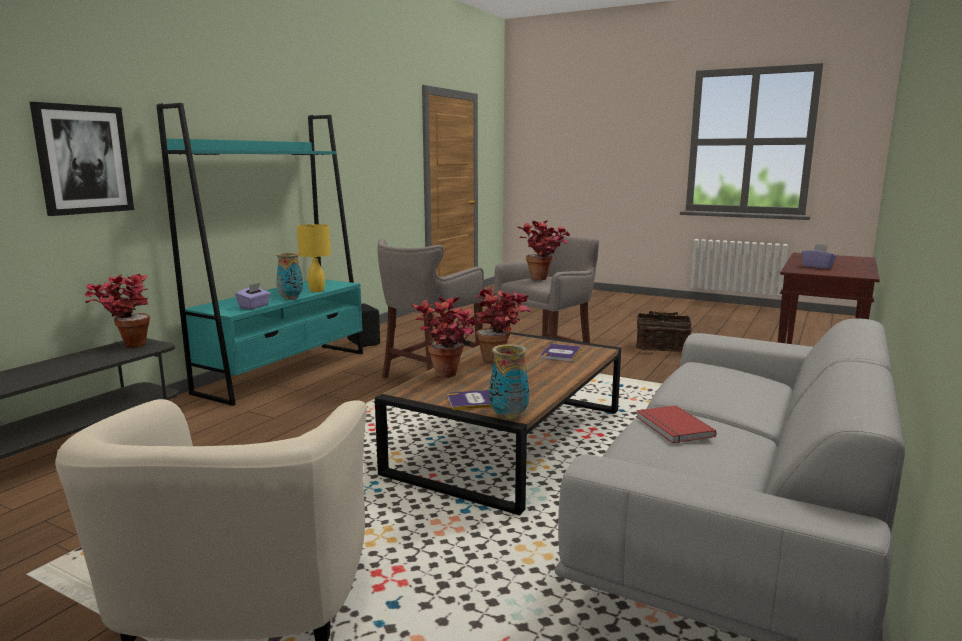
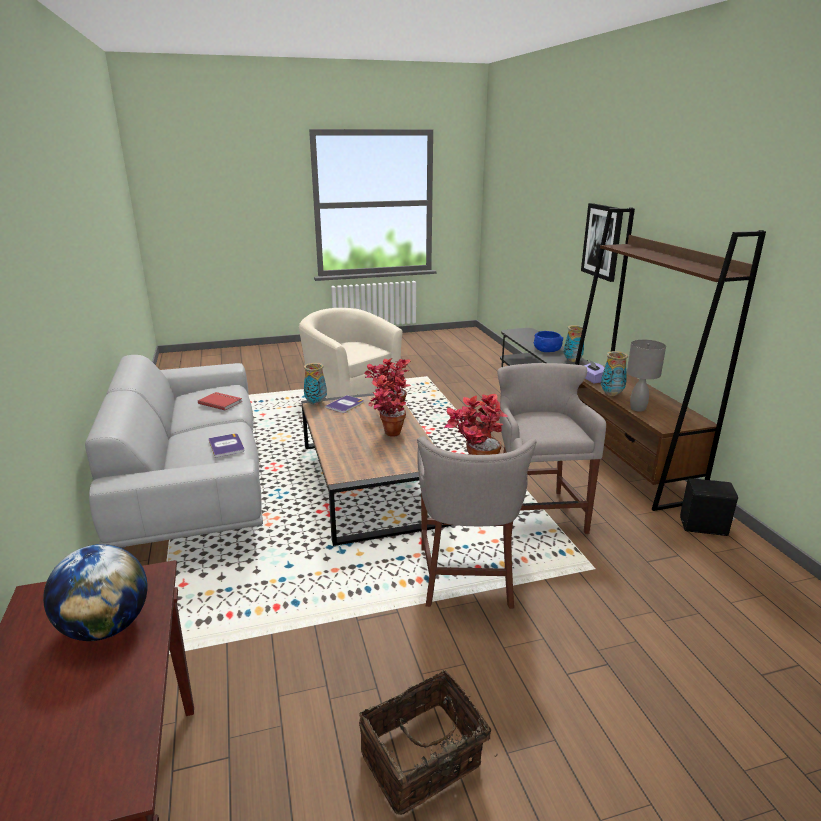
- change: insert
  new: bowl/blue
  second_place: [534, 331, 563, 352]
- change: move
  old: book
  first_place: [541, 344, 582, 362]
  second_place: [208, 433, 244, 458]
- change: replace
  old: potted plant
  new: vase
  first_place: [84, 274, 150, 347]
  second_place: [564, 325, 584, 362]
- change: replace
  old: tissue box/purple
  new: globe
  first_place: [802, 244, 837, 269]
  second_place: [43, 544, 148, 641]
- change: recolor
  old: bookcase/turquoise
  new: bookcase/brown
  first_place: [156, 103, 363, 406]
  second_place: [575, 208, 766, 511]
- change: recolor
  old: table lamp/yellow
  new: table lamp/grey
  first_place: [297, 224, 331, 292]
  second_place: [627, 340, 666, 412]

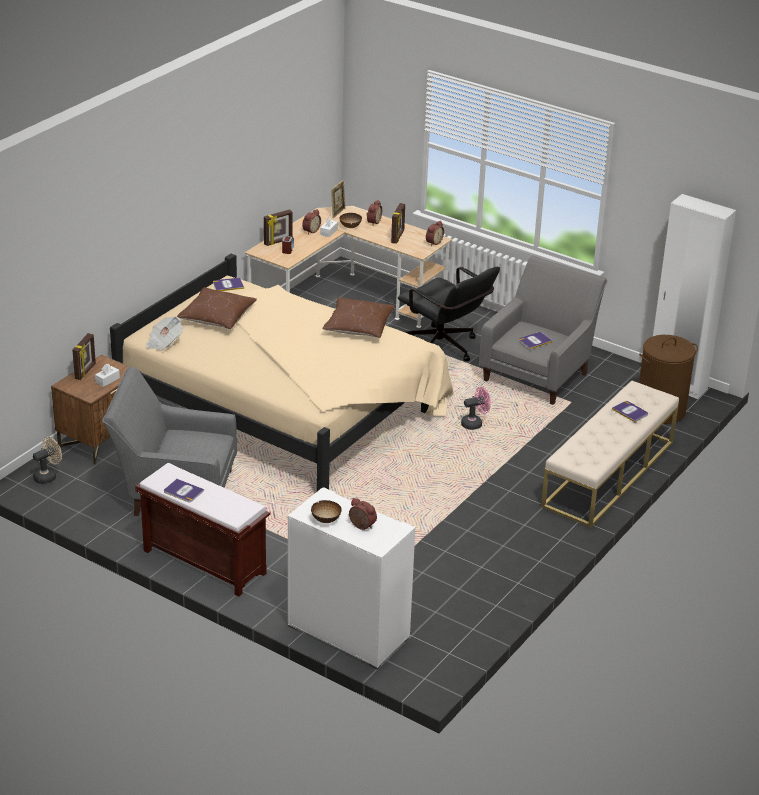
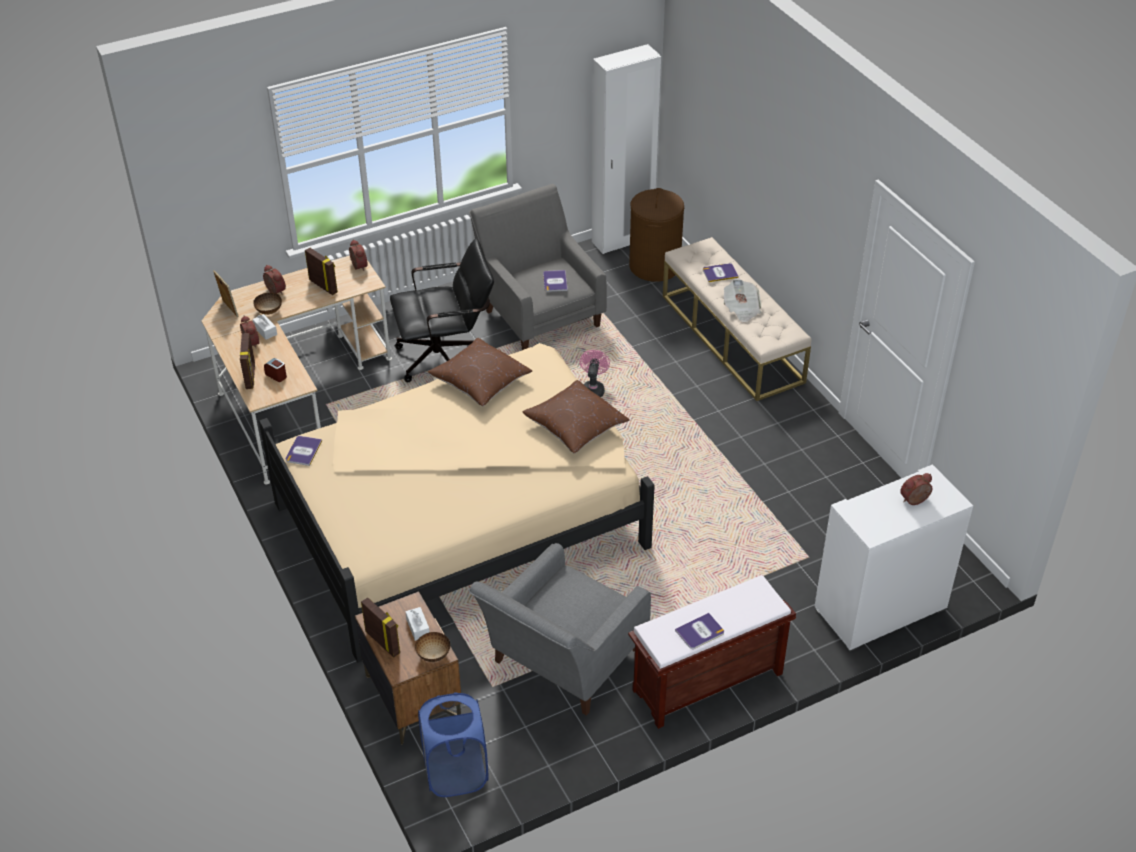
- change: move
  old: newspaper
  first_place: [145, 317, 183, 351]
  second_place: [723, 278, 761, 323]
- change: move
  old: pillow/brown
  first_place: [177, 287, 257, 329]
  second_place: [523, 380, 629, 453]
- change: move
  old: bowl
  first_place: [311, 500, 342, 523]
  second_place: [415, 632, 450, 662]
- change: replace
  old: fan/beige
  new: laundry basket/blue
  first_place: [33, 437, 62, 484]
  second_place: [418, 693, 488, 797]

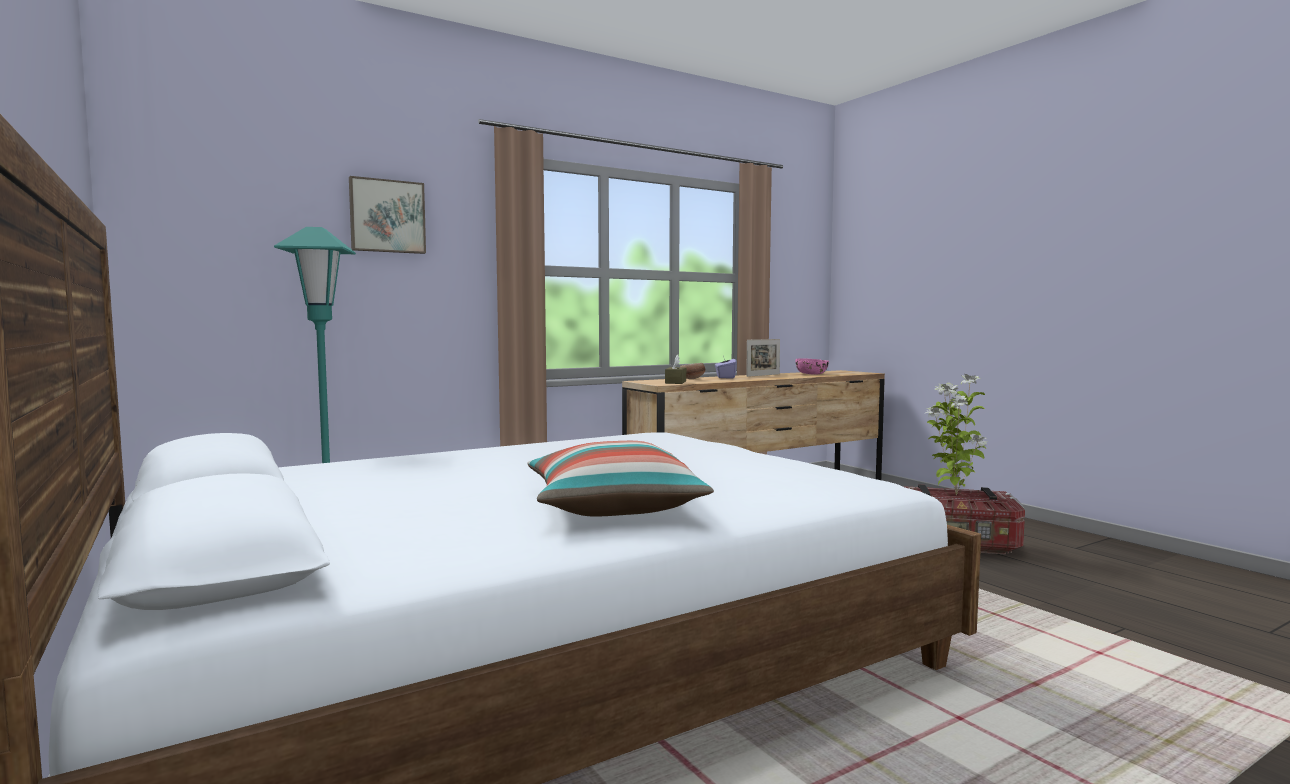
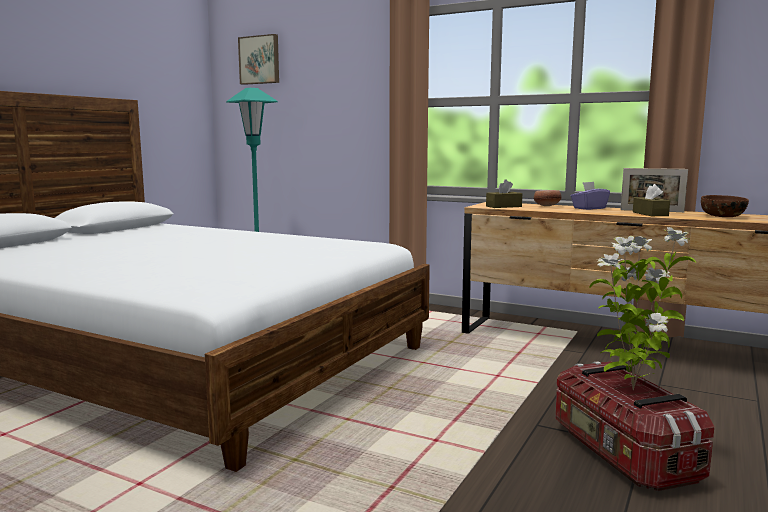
- change: delete
  old: pillow
  first_place: [528, 441, 714, 517]
- change: insert
  new: tissue box/brown
  second_place: [633, 184, 670, 216]
- change: move
  old: picture
  first_place: [349, 176, 426, 254]
  second_place: [238, 34, 279, 85]
- change: recolor
  old: bowl/pink
  new: bowl/brown
  first_place: [796, 358, 829, 375]
  second_place: [701, 195, 749, 217]

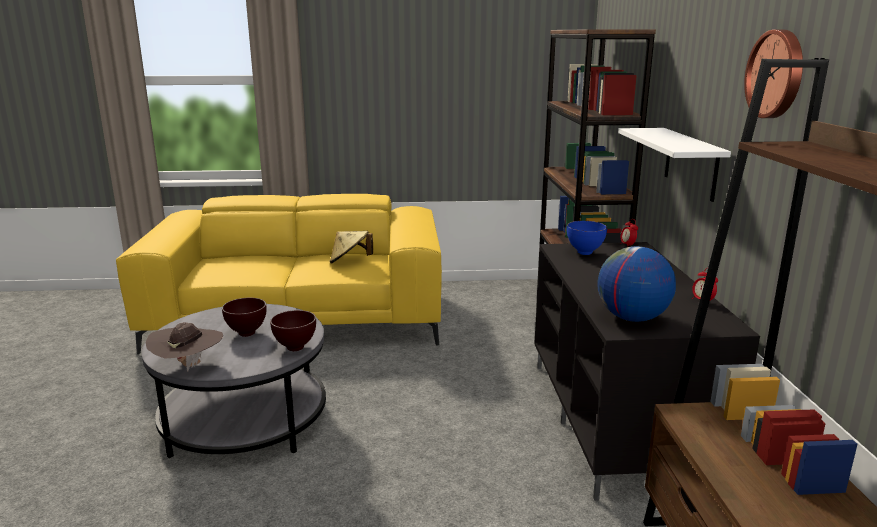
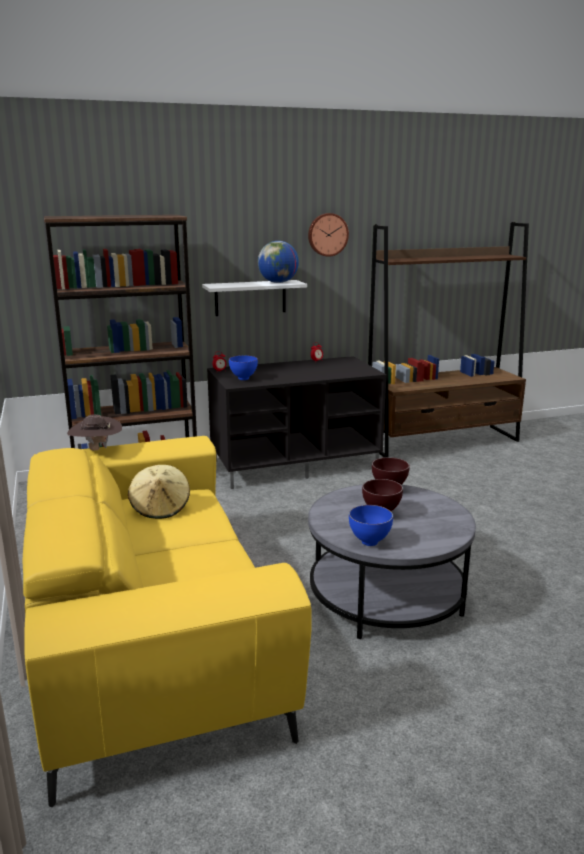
- change: insert
  new: bowl/blue
  second_place: [349, 505, 393, 546]
- change: move
  old: hat/brown
  first_place: [146, 322, 223, 372]
  second_place: [67, 414, 122, 450]
- change: move
  old: globe
  first_place: [597, 246, 676, 322]
  second_place: [258, 241, 299, 283]

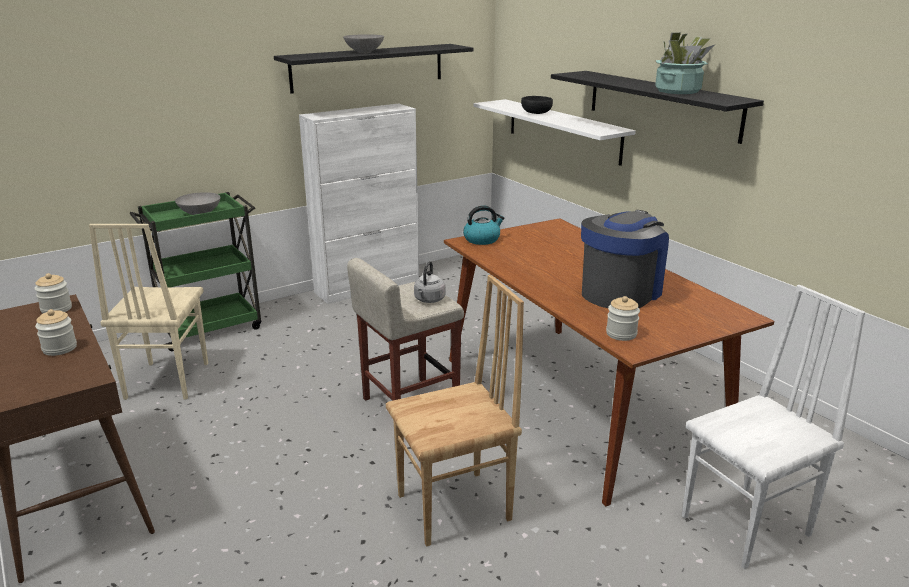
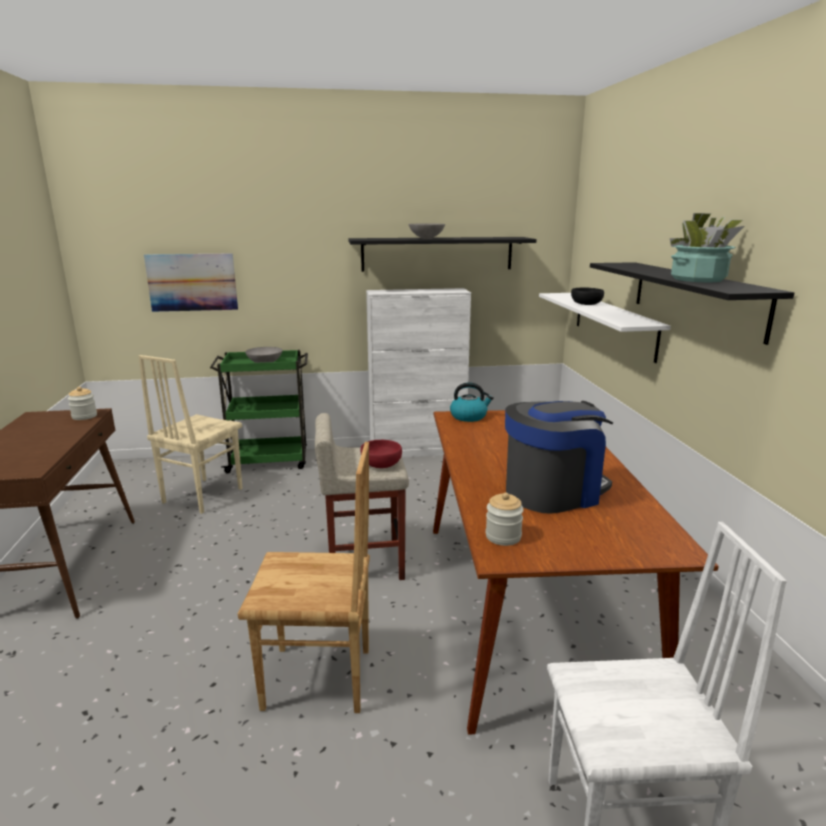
- change: delete
  old: jar
  first_place: [35, 309, 77, 356]
- change: insert
  new: picture
  second_place: [144, 253, 238, 312]
- change: replace
  old: kettle/grey
  new: bowl/red
  first_place: [414, 261, 446, 303]
  second_place: [361, 440, 402, 468]

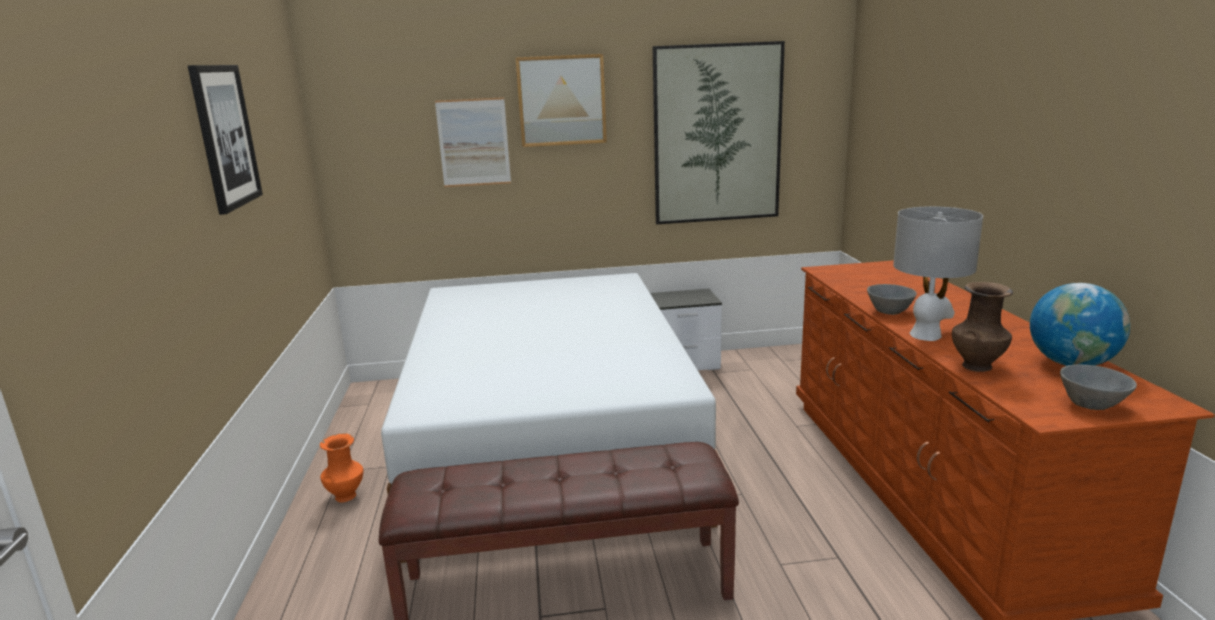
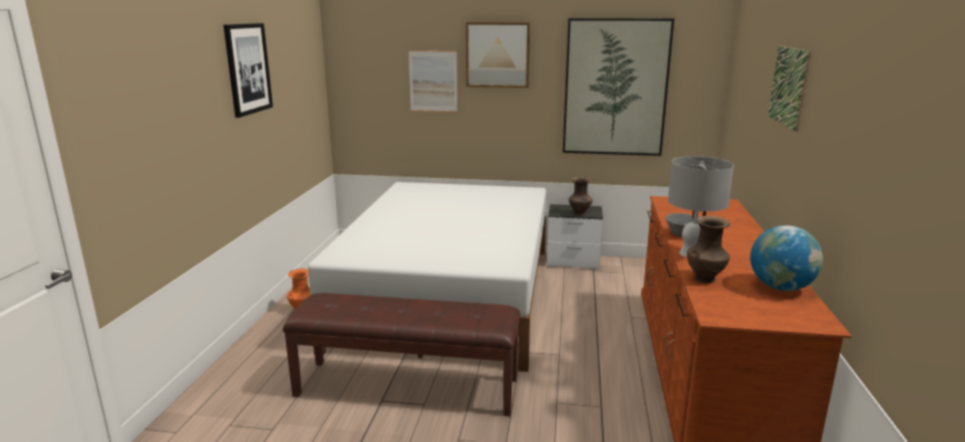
- change: delete
  old: bowl/grey
  first_place: [1060, 365, 1137, 410]
- change: insert
  new: vase/brown
  second_place: [569, 177, 593, 216]
- change: insert
  new: picture
  second_place: [768, 46, 811, 132]

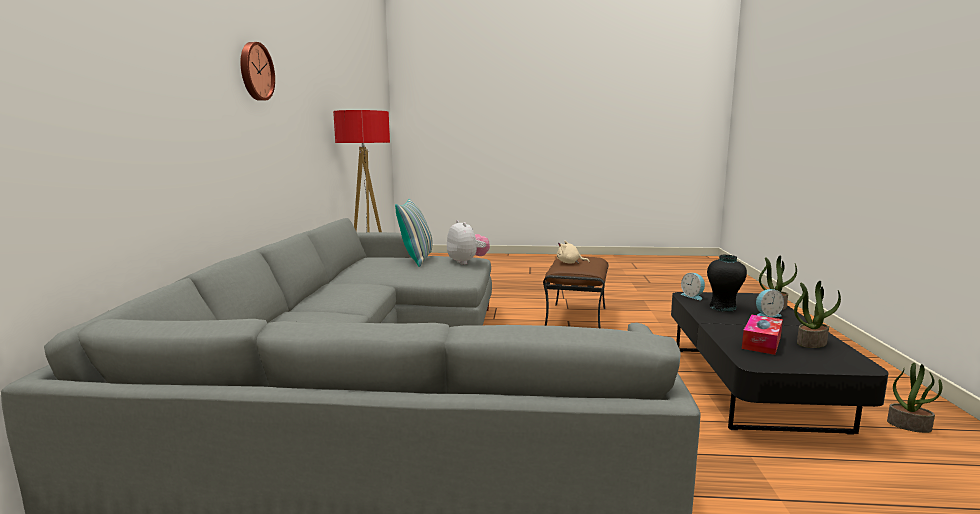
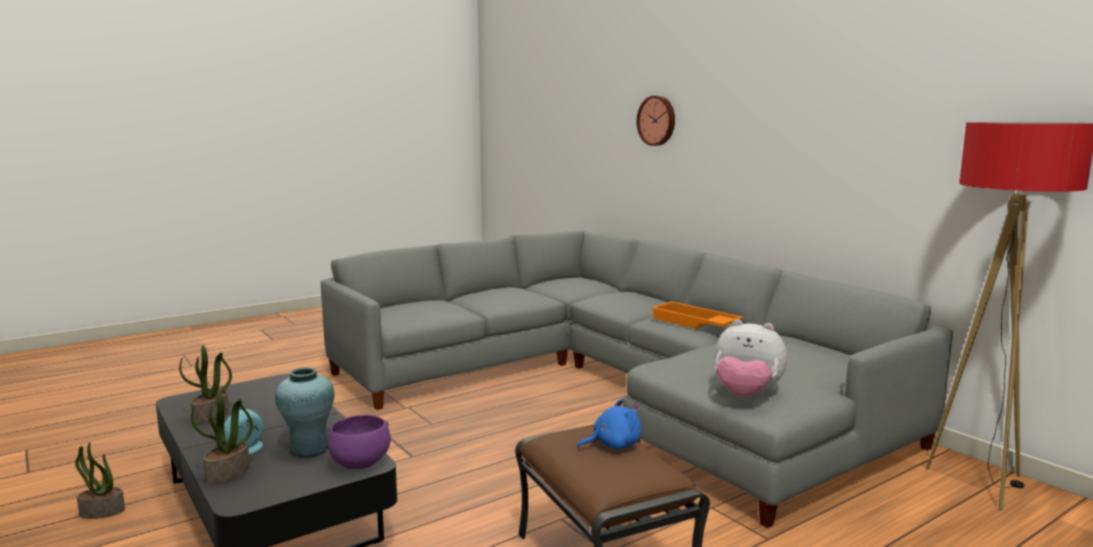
- change: delete
  old: pillow
  first_place: [395, 199, 433, 267]
- change: delete
  old: tissue box
  first_place: [742, 315, 783, 355]
- change: insert
  new: tray/orange
  second_place: [651, 301, 743, 329]
- change: move
  old: wall clock
  first_place: [240, 42, 275, 101]
  second_place: [637, 96, 675, 146]
- change: replace
  old: alarm clock
  new: bowl/purple
  first_place: [681, 273, 705, 300]
  second_place: [327, 415, 391, 469]
- change: recolor
  old: plush toy/beige
  new: plush toy/blue
  first_place: [557, 241, 589, 264]
  second_place: [577, 398, 642, 450]
- change: recolor
  old: vase/black
  new: vase/turquoise
  first_place: [707, 255, 747, 312]
  second_place: [275, 367, 334, 457]

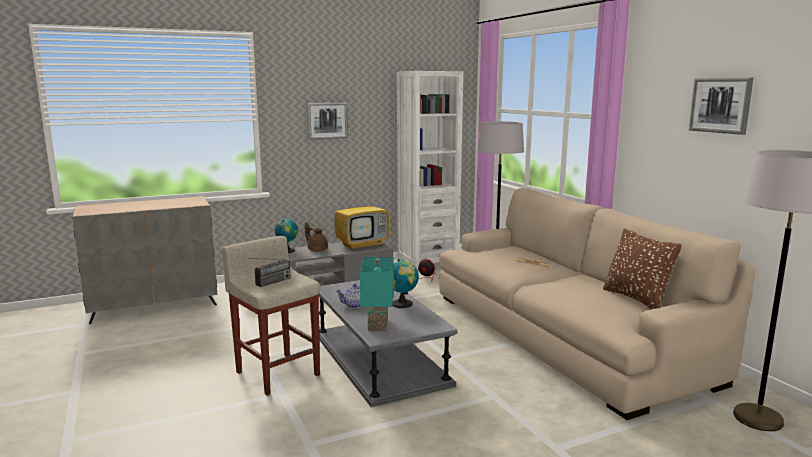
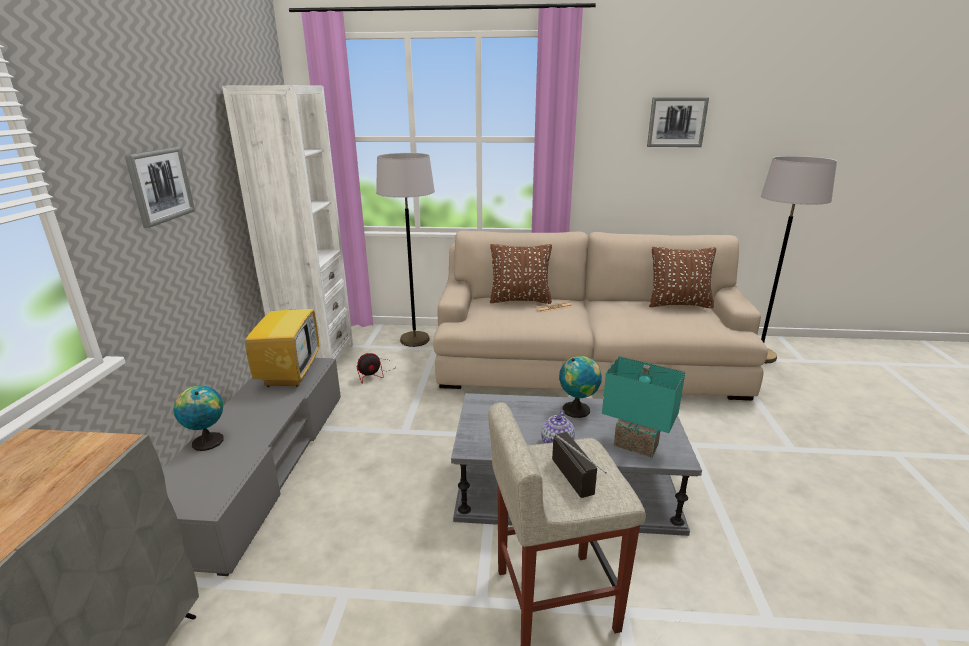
- change: delete
  old: teapot/brown
  first_place: [305, 222, 328, 251]
- change: insert
  new: pillow/brown
  second_place: [490, 244, 552, 304]

